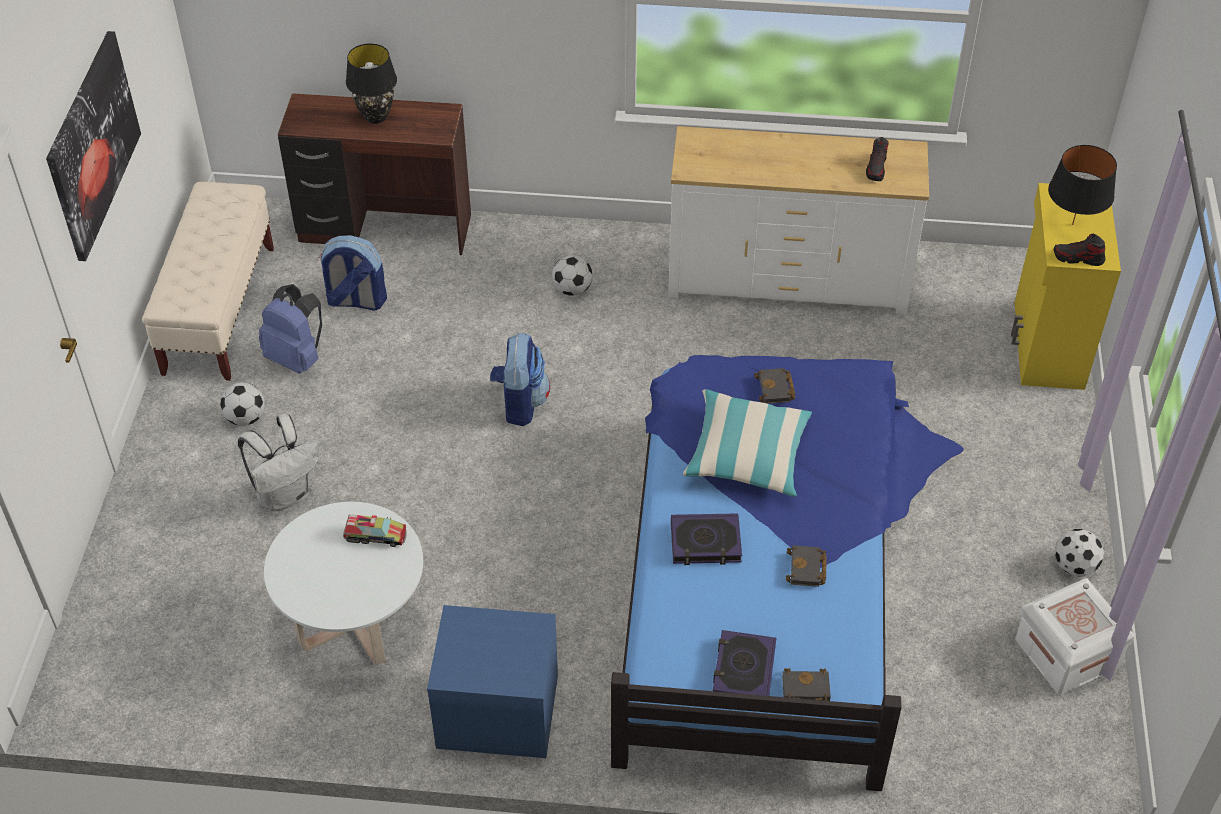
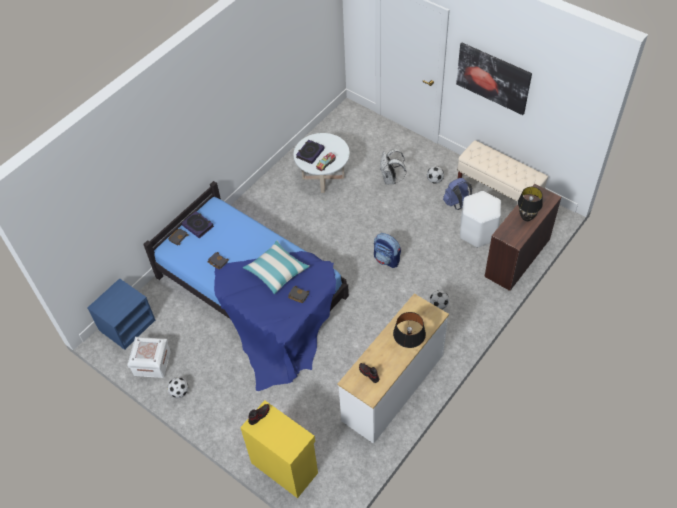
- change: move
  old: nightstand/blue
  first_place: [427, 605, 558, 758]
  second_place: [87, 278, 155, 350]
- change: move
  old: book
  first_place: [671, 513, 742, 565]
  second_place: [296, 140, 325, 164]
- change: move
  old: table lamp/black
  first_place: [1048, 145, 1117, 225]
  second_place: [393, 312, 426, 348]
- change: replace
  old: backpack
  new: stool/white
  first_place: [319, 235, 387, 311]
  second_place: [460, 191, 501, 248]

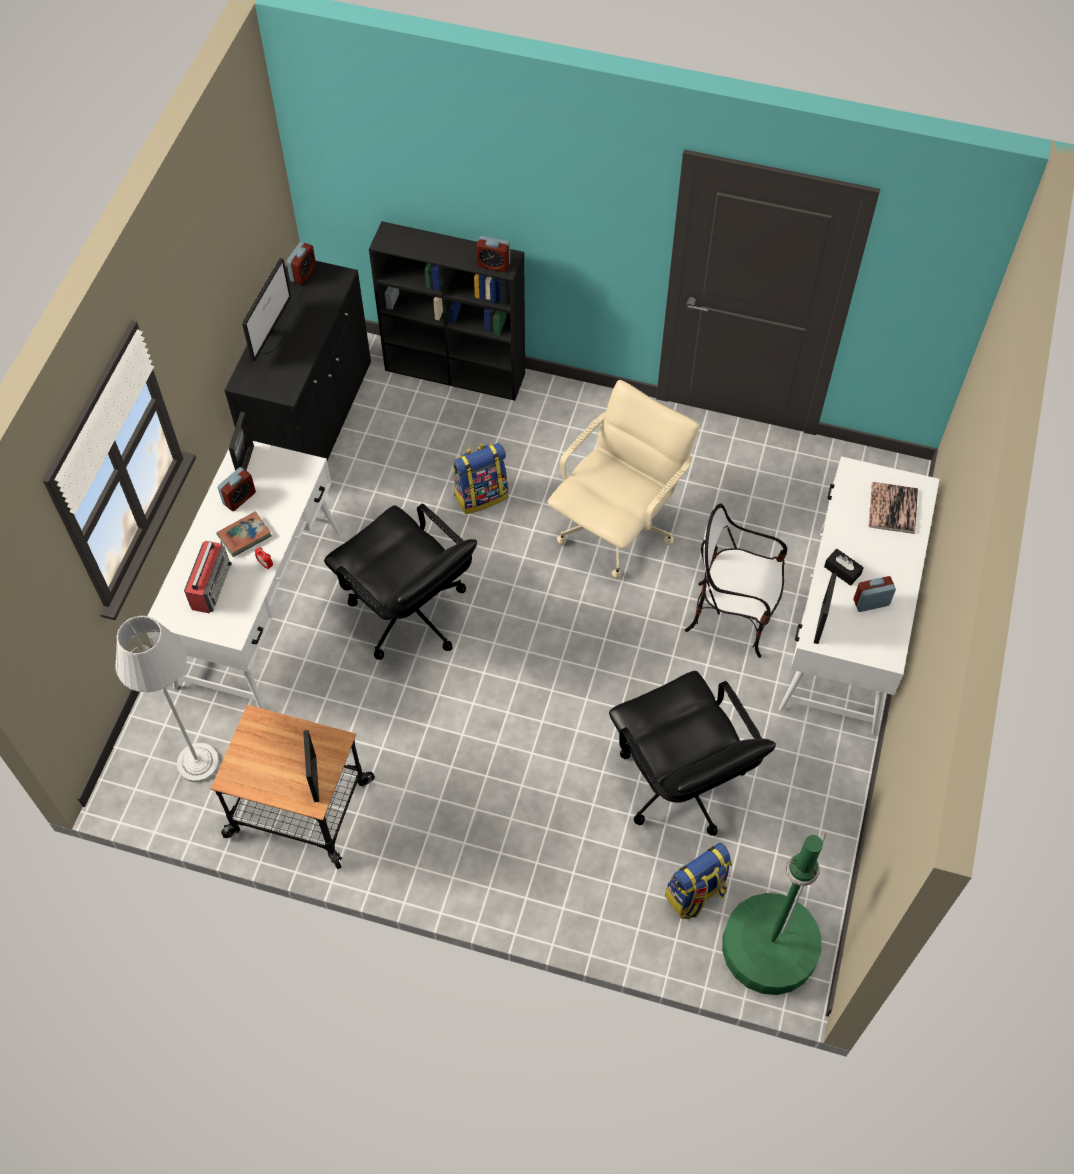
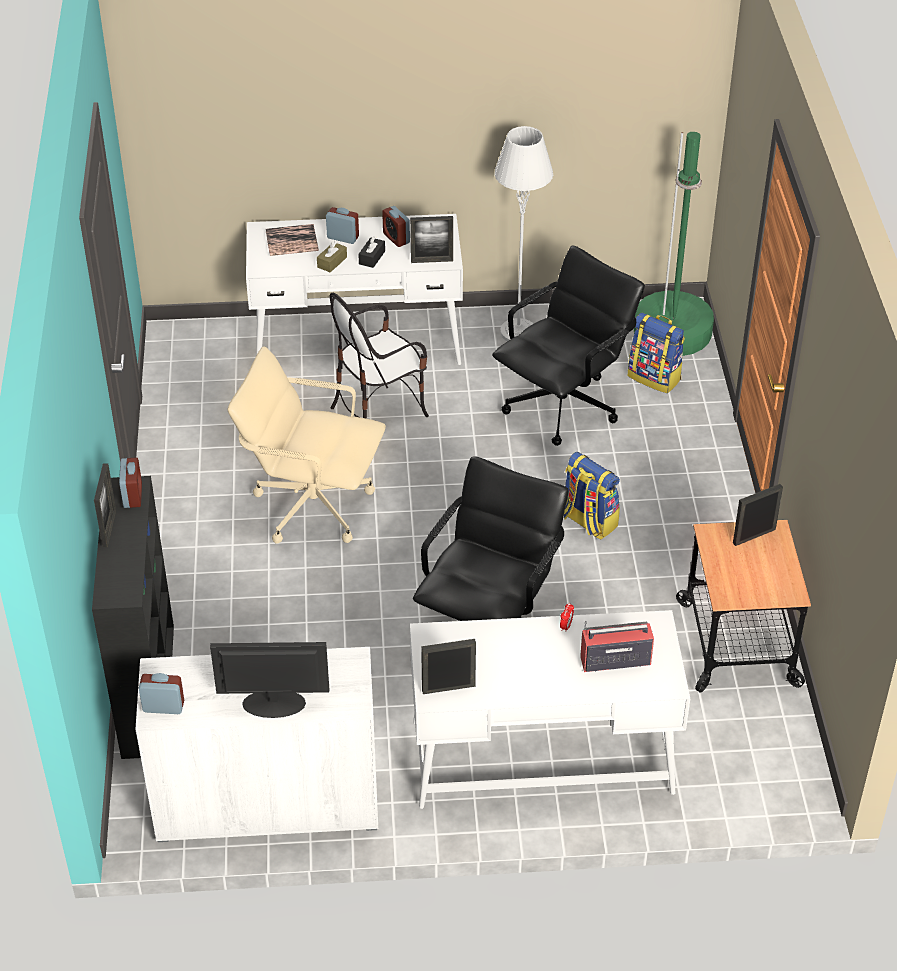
- change: delete
  old: book
  first_place: [216, 511, 272, 557]
- change: insert
  new: picture frame
  second_place: [94, 463, 116, 547]
- change: insert
  new: tissue box/brown
  second_place: [317, 241, 347, 272]
- change: move
  old: floor lamp/grey
  first_place: [115, 616, 219, 782]
  second_place: [495, 126, 553, 341]
- change: move
  old: alarm clock
  first_place: [217, 467, 256, 511]
  second_place: [326, 207, 359, 244]
- change: move
  old: backpack
  first_place: [453, 443, 508, 514]
  second_place: [564, 452, 620, 540]
- change: recolor
  old: cabinet/black
  new: cabinet/white
  first_place: [224, 261, 371, 460]
  second_place: [135, 647, 378, 842]
- change: rotate
  old: chair
  first_place: [685, 504, 787, 658]
  second_place: [330, 293, 429, 419]
  degrees: 60

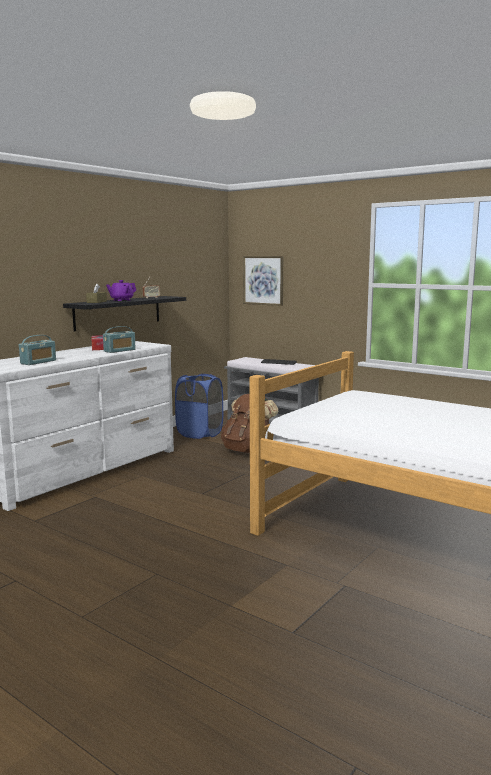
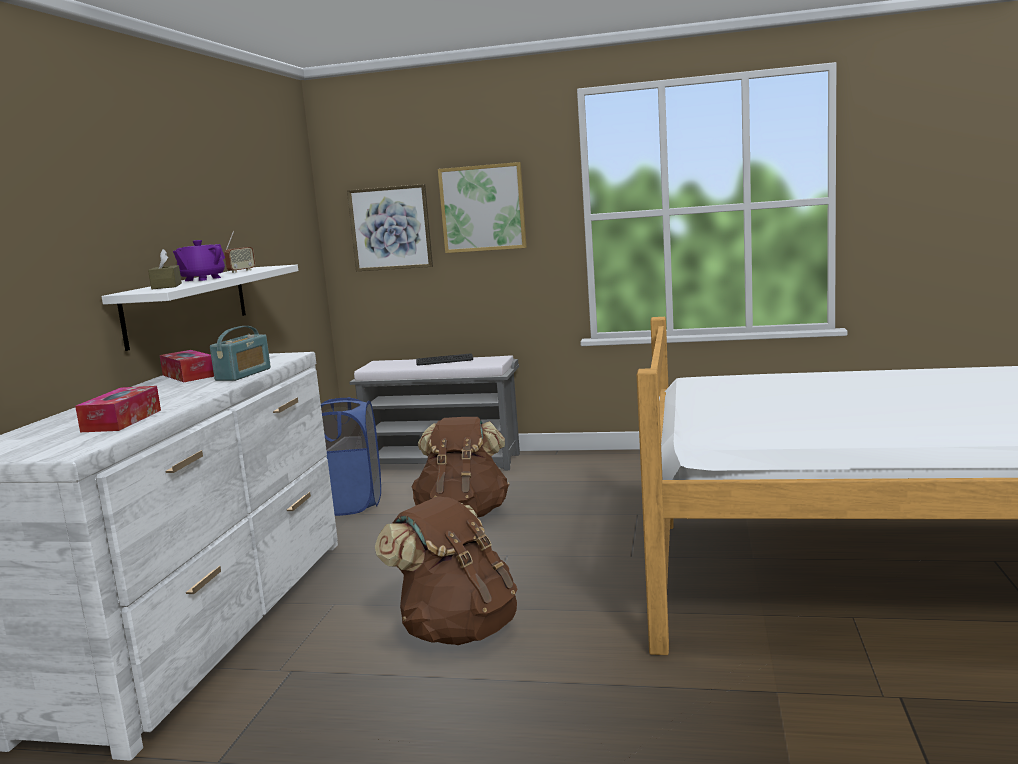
- change: insert
  new: backpack/brown
  second_place: [375, 496, 518, 645]
- change: insert
  new: picture
  second_place: [438, 162, 527, 253]
- change: replace
  old: radio
  new: tissue box
  first_place: [19, 335, 56, 365]
  second_place: [75, 386, 161, 432]
- change: recolor
  old: shelf/black
  new: shelf/white
  first_place: [63, 296, 186, 331]
  second_place: [101, 265, 298, 351]

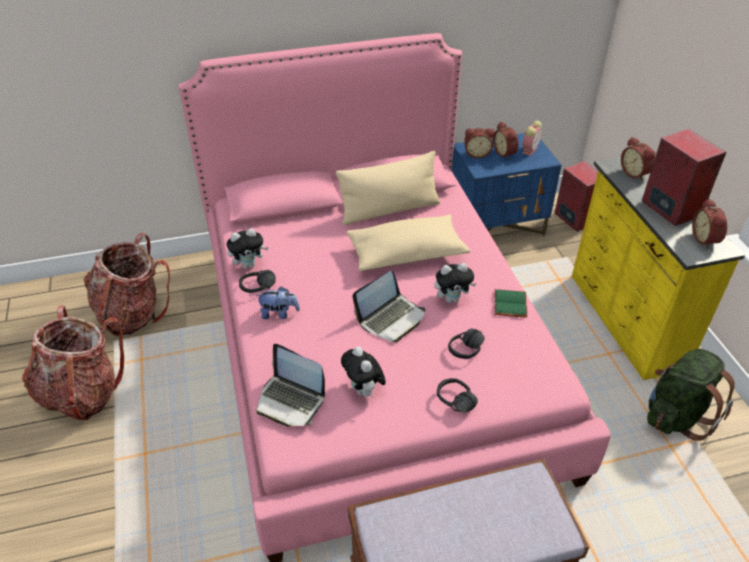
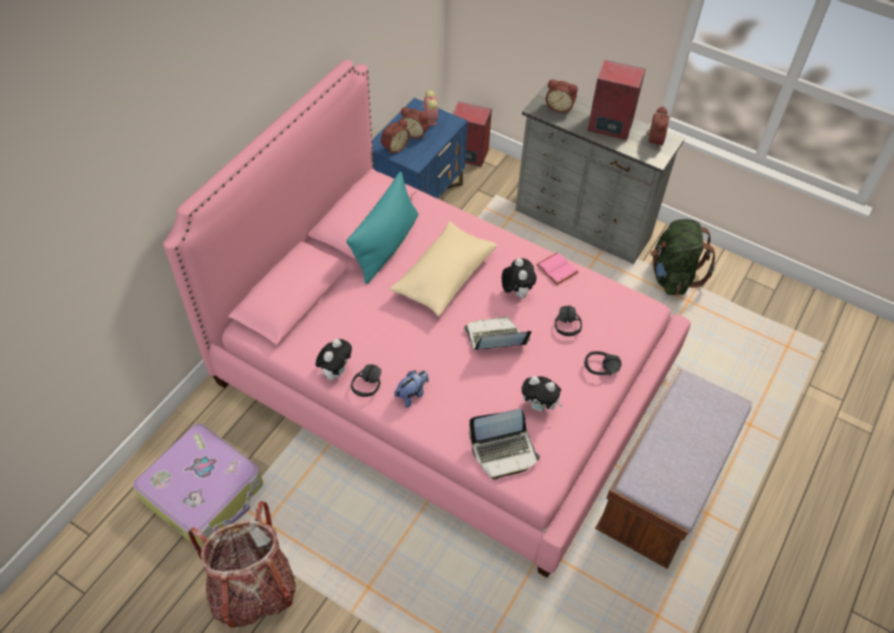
- change: replace
  old: backpack
  new: suitcase
  first_place: [84, 233, 170, 336]
  second_place: [133, 424, 263, 547]
- change: recolor
  old: pillow/beige
  new: pillow/turquoise
  first_place: [336, 151, 440, 225]
  second_place: [346, 172, 418, 284]
- change: recolor
  old: book/green
  new: book/pink
  first_place: [495, 289, 527, 318]
  second_place: [536, 252, 578, 285]
- change: recolor
  old: dresser/yellow
  new: dresser/grey
  first_place: [572, 157, 745, 380]
  second_place: [515, 84, 684, 264]
- change: rotate
  old: laptop
  first_place: [353, 271, 425, 342]
  second_place: [464, 317, 531, 350]
  degrees: -105
- change: rotate
  old: plush toy
  first_place: [434, 263, 476, 303]
  second_place: [502, 258, 537, 298]
  degrees: -45
- change: rotate
  old: alarm clock
  first_place: [692, 198, 727, 249]
  second_place: [647, 106, 669, 149]
  degrees: -120

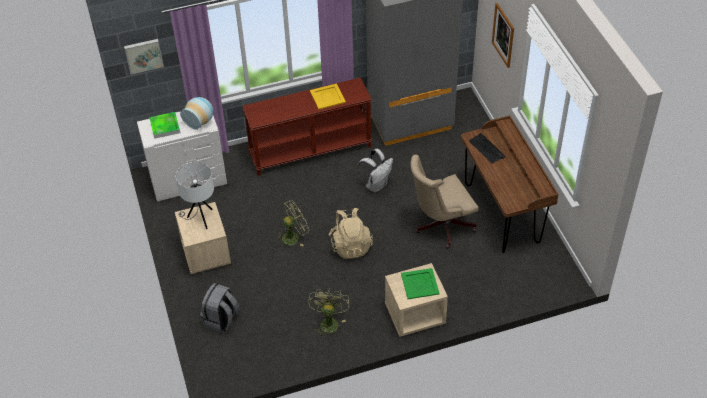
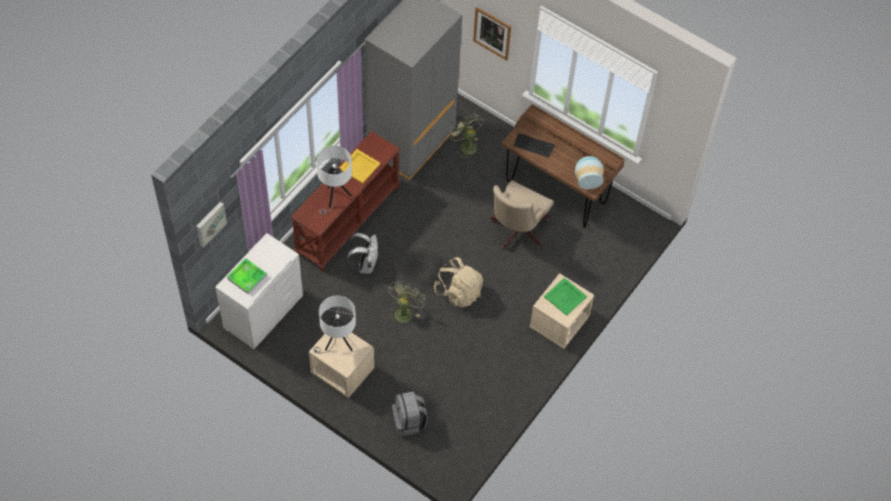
- change: insert
  new: table lamp/white
  second_place: [316, 146, 352, 215]
- change: move
  old: vase
  first_place: [180, 97, 213, 130]
  second_place: [575, 156, 604, 189]
- change: move
  old: fan/green
  first_place: [308, 288, 350, 338]
  second_place: [448, 115, 483, 160]
- change: move
  old: backpack/white
  first_place: [357, 149, 393, 193]
  second_place: [347, 233, 378, 274]

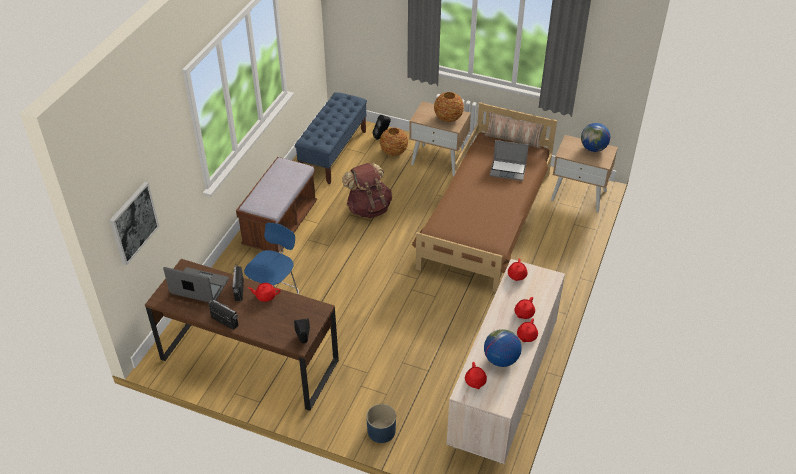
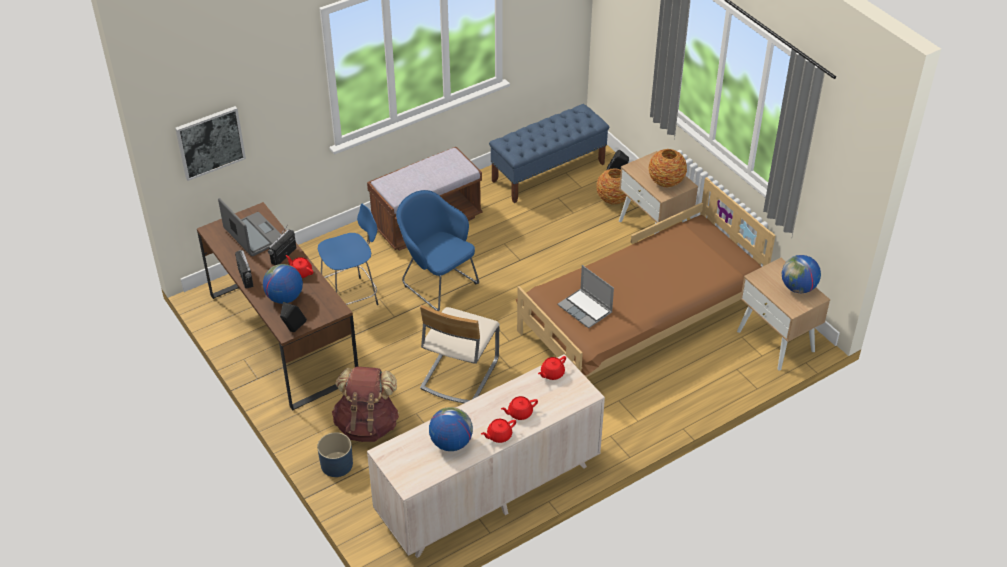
- change: delete
  old: teapot/red
  first_place: [465, 362, 487, 389]
- change: delete
  old: pillow
  first_place: [484, 112, 544, 148]
- change: insert
  new: globe
  second_place: [263, 264, 303, 304]
- change: insert
  new: armchair/blue
  second_place: [396, 190, 479, 311]
- change: insert
  new: chair/beige
  second_place: [420, 305, 500, 403]
- change: move
  old: backpack/brown
  first_place: [342, 163, 392, 218]
  second_place: [332, 367, 399, 442]
- change: move
  old: laptop
  first_place: [490, 140, 529, 181]
  second_place: [558, 265, 614, 329]

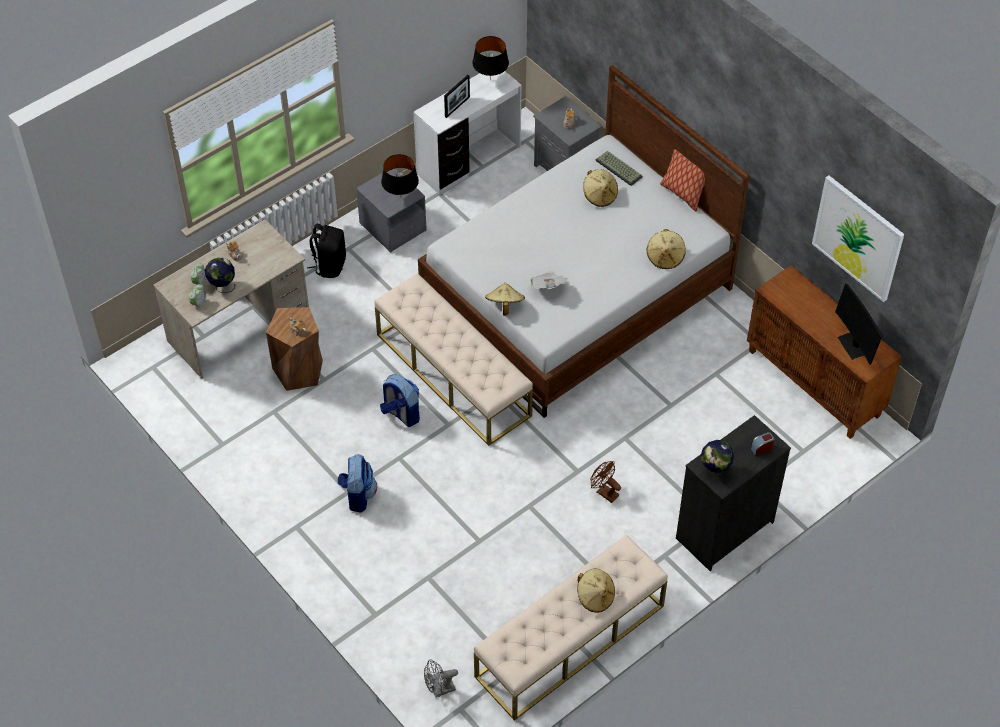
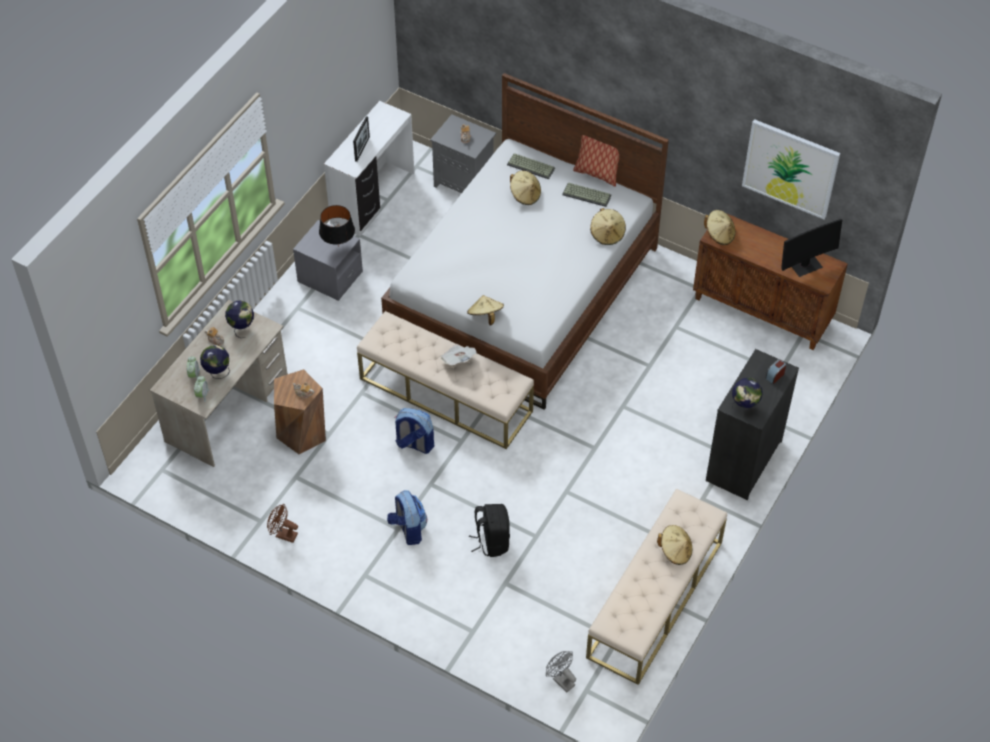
- change: delete
  old: table lamp/black
  first_place: [472, 36, 509, 80]
- change: insert
  new: globe
  second_place: [225, 301, 254, 338]
- change: insert
  new: keyboard
  second_place: [562, 183, 612, 207]
- change: insert
  new: hat/beige
  second_place: [704, 210, 735, 245]
- change: move
  old: backpack/black
  first_place: [307, 224, 346, 278]
  second_place: [469, 504, 510, 557]
- change: move
  old: newspaper
  first_place: [530, 271, 567, 289]
  second_place: [440, 345, 477, 365]
- change: move
  old: fan/brown
  first_place: [590, 461, 621, 503]
  second_place: [267, 504, 298, 543]
- change: rotate
  old: fan/grey
  first_place: [424, 659, 458, 697]
  second_place: [546, 651, 576, 693]
  degrees: 90
- change: rotate
  old: monitor
  first_place: [835, 283, 882, 365]
  second_place: [781, 219, 842, 277]
  degrees: -75

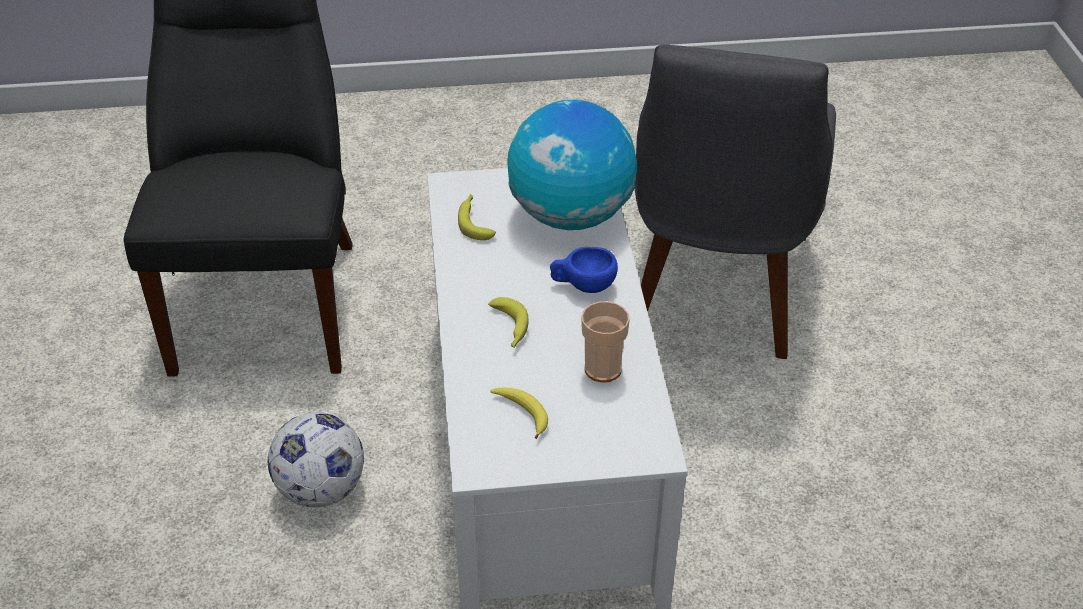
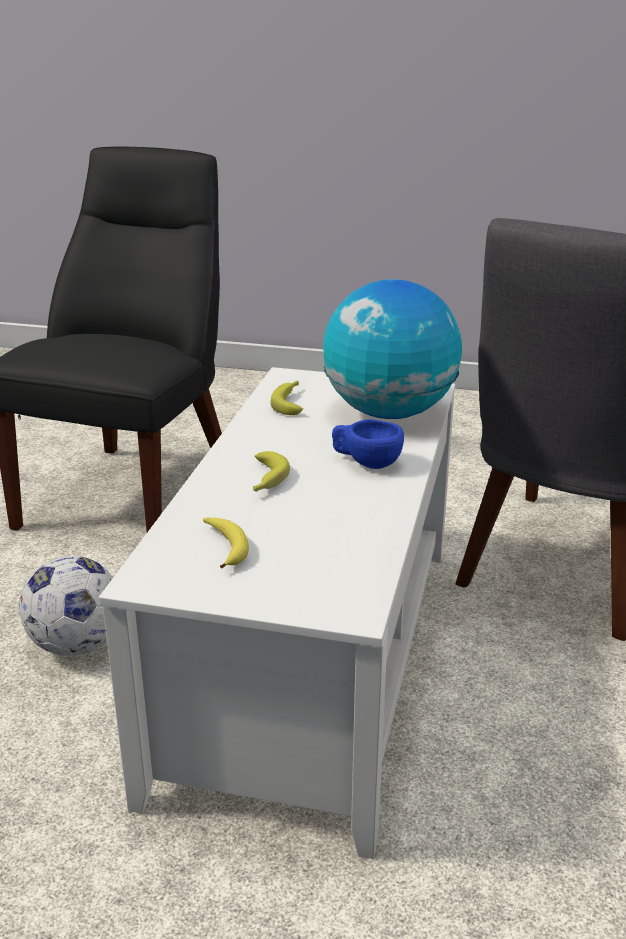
- change: delete
  old: cup
  first_place: [581, 301, 630, 382]

